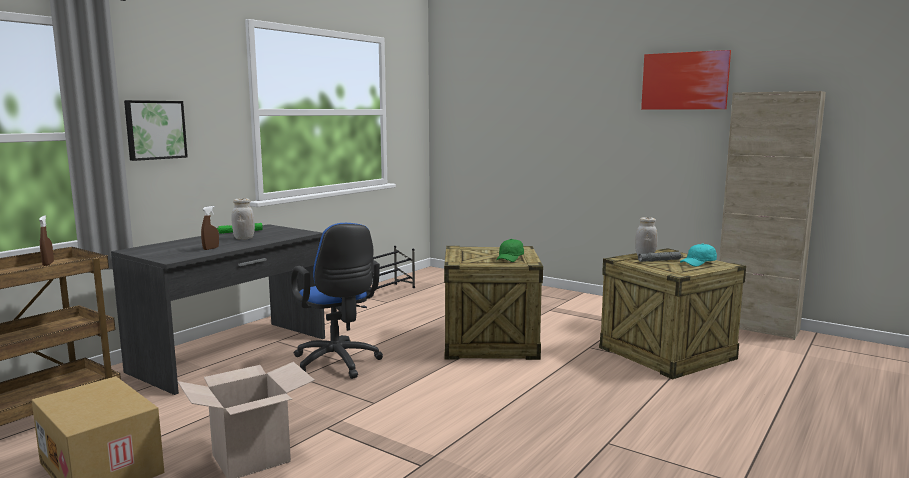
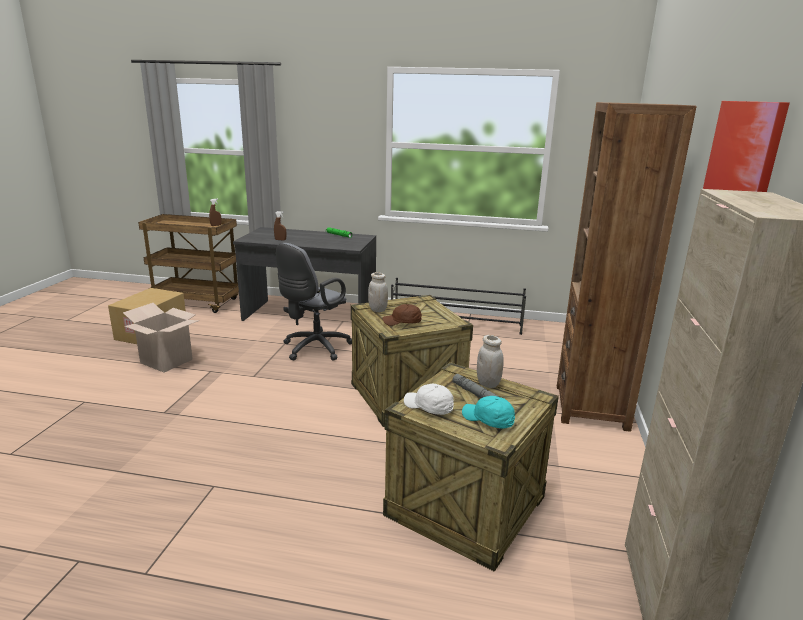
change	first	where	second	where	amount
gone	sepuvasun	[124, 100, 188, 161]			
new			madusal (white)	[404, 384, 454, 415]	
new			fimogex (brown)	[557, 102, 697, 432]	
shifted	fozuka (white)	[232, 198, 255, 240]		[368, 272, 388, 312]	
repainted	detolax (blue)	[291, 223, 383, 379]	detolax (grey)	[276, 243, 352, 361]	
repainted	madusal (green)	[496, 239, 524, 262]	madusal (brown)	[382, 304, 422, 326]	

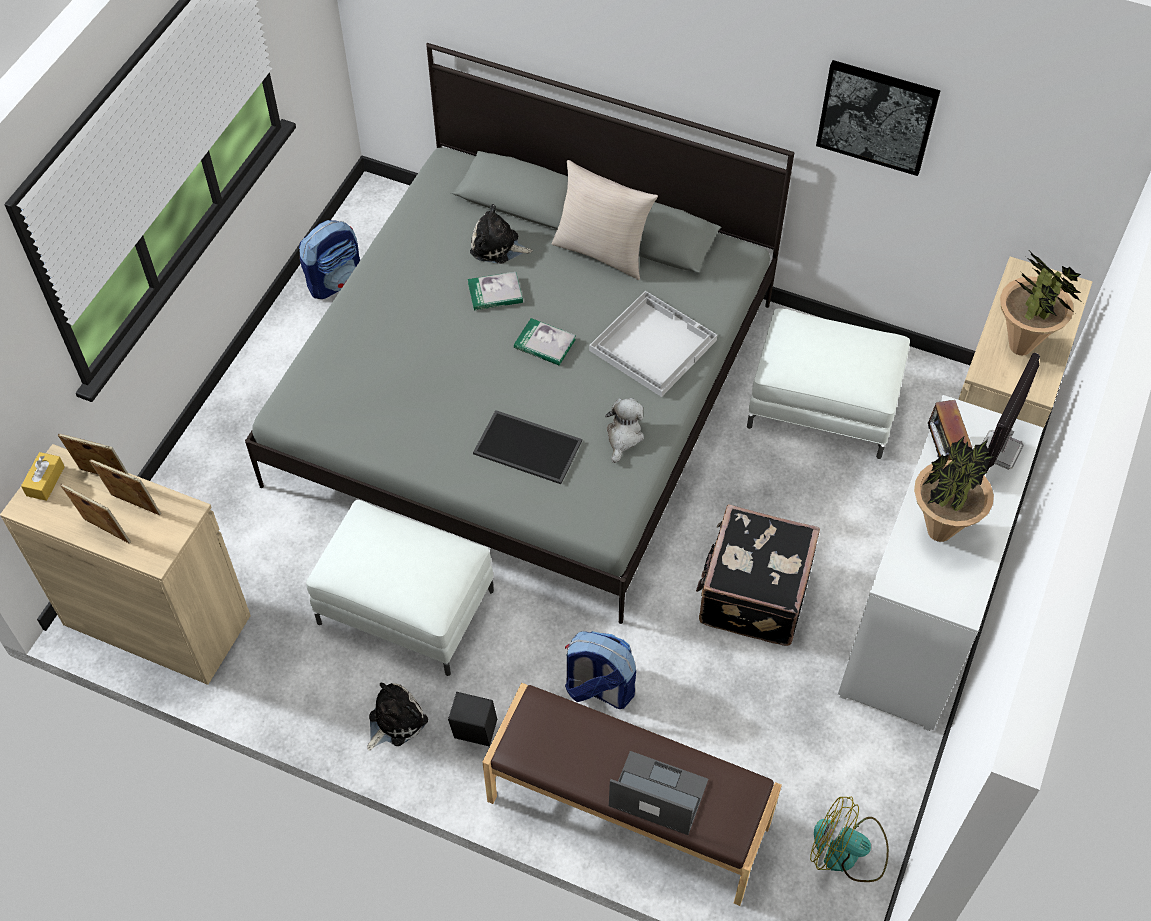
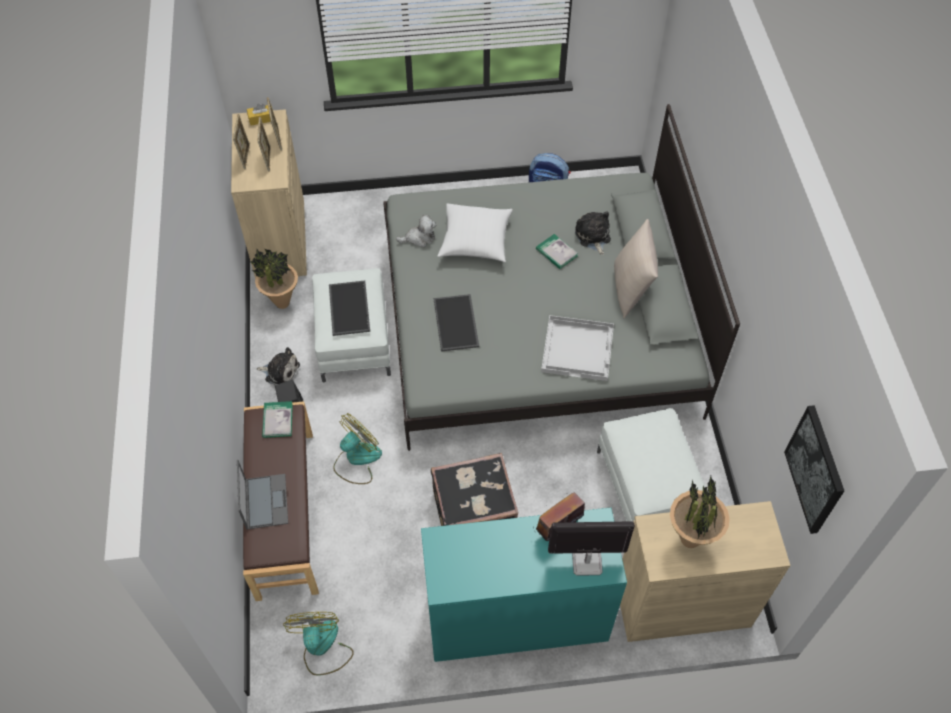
change	first	where	second	where	amount
new			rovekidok	[329, 281, 370, 336]	
new			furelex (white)	[438, 203, 513, 263]	
shifted	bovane	[514, 318, 576, 366]		[262, 401, 293, 438]	
shifted	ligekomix	[605, 398, 644, 463]		[396, 215, 436, 248]	
shifted	sepuvasun	[816, 60, 940, 176]		[784, 405, 844, 534]	
shifted	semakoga	[914, 436, 994, 542]		[250, 248, 298, 309]	
swapped	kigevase	[565, 631, 636, 709]	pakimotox	[333, 413, 382, 484]	
repainted	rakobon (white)	[838, 395, 1043, 731]	rakobon (turquoise)	[421, 508, 627, 662]	

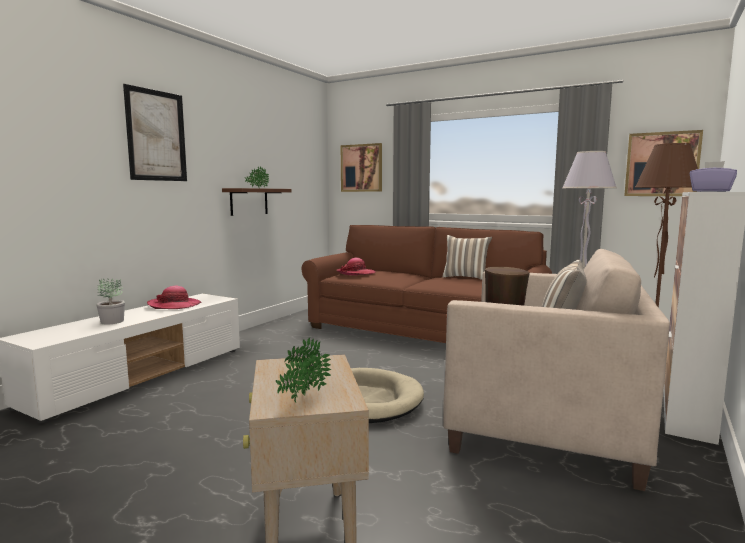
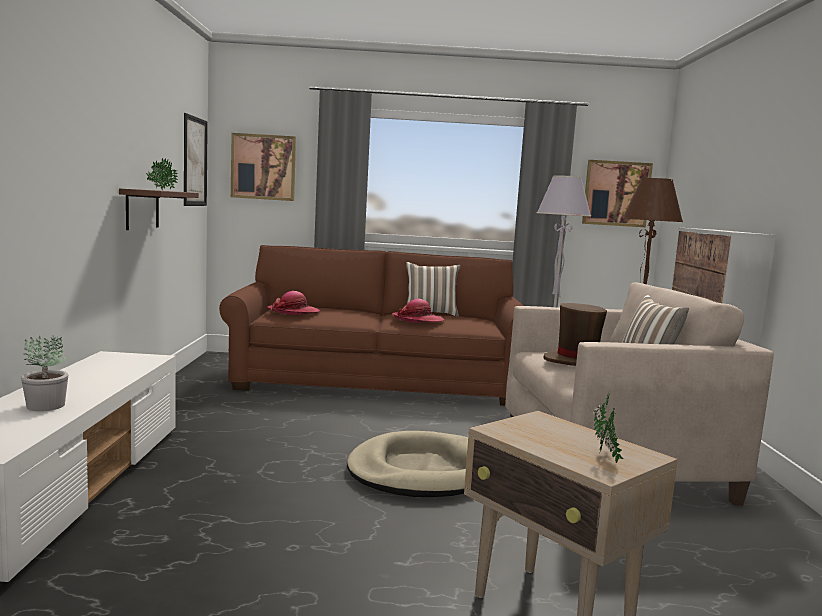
change	first	where	second	where	amount
gone	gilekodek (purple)	[690, 161, 737, 192]			
shifted	sepuvasun	[123, 84, 187, 181]		[184, 113, 208, 206]	
shifted	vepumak	[147, 286, 201, 309]		[392, 299, 444, 323]	

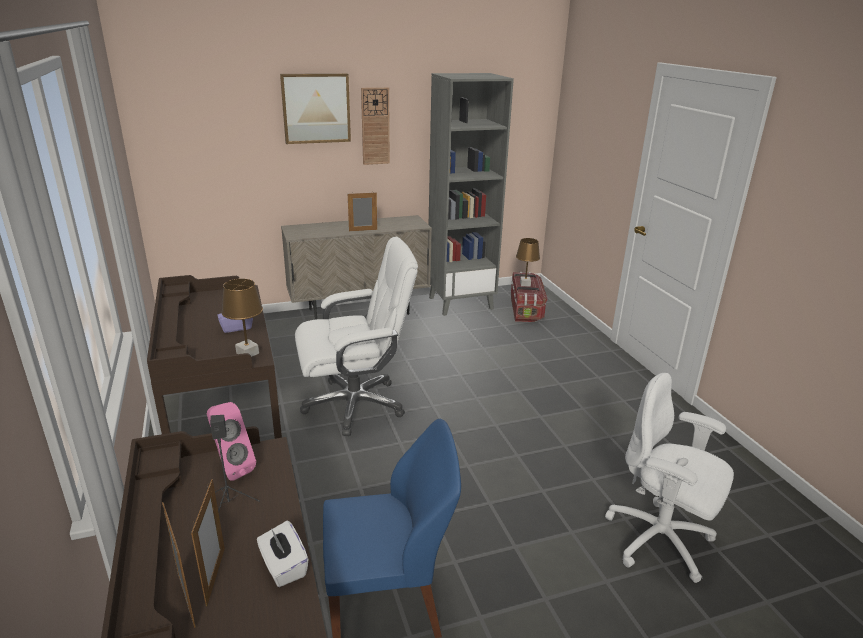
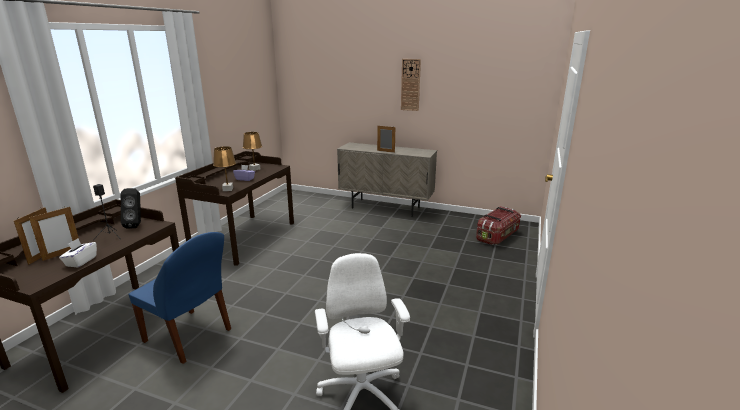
change	first	where	second	where	amount
gone	sepuvasun	[280, 73, 351, 144]			
gone	detolax (white)	[295, 237, 418, 436]			
gone	fimogex (grey)	[429, 73, 514, 316]			
shifted	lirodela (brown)	[516, 238, 540, 287]		[243, 132, 262, 171]	
repainted	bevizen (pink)	[207, 402, 256, 481]	bevizen (black)	[121, 188, 141, 228]	

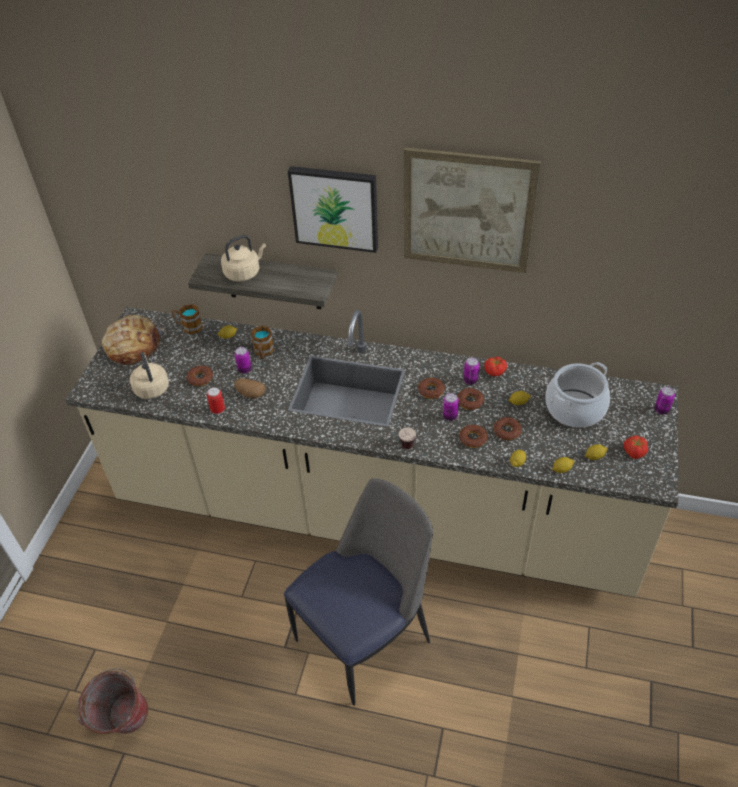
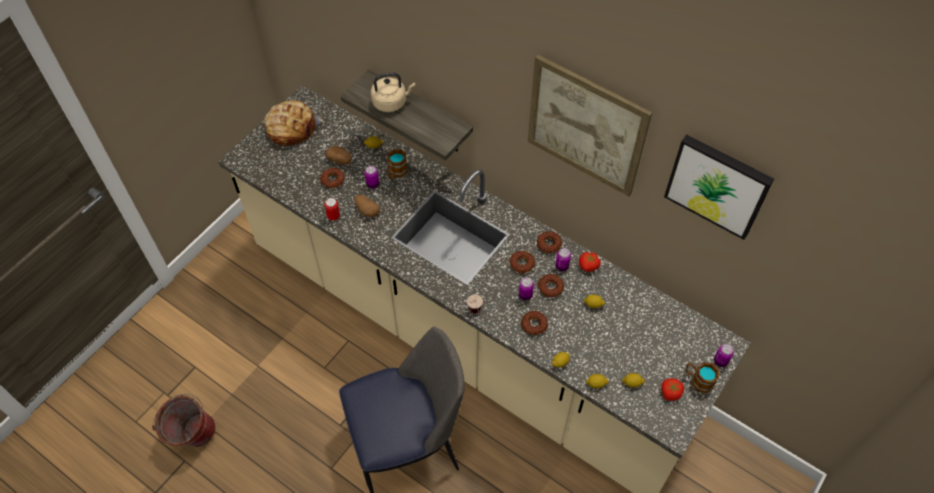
change	first	where	second	where	amount
gone	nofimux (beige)	[130, 352, 169, 399]			
gone	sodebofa	[545, 362, 610, 428]			
new			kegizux	[326, 146, 352, 165]	
shifted	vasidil	[172, 304, 203, 334]		[685, 362, 719, 393]	
shifted	sepuvasun	[288, 166, 378, 253]		[664, 134, 774, 240]	
shifted	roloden	[493, 417, 522, 440]		[537, 231, 562, 253]	

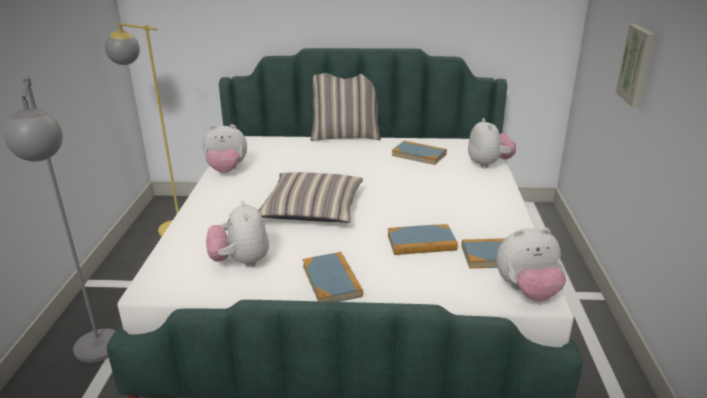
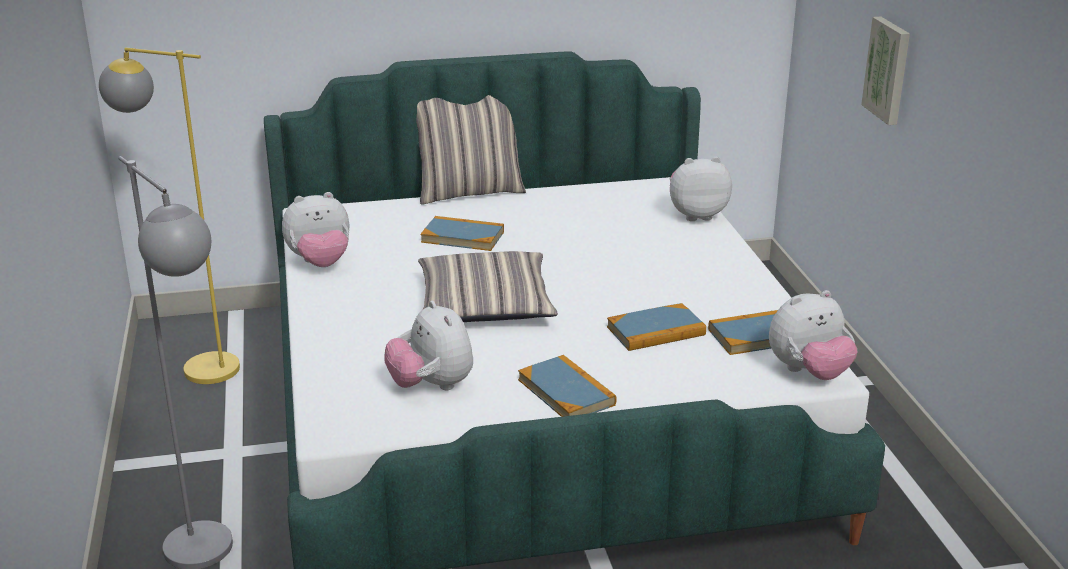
change	first	where	second	where	amount
shifted	bovane	[392, 141, 447, 165]		[421, 216, 504, 251]	
rotated	ligekomix	[468, 118, 516, 168]		[670, 157, 732, 221]	75 degrees counterclockwise

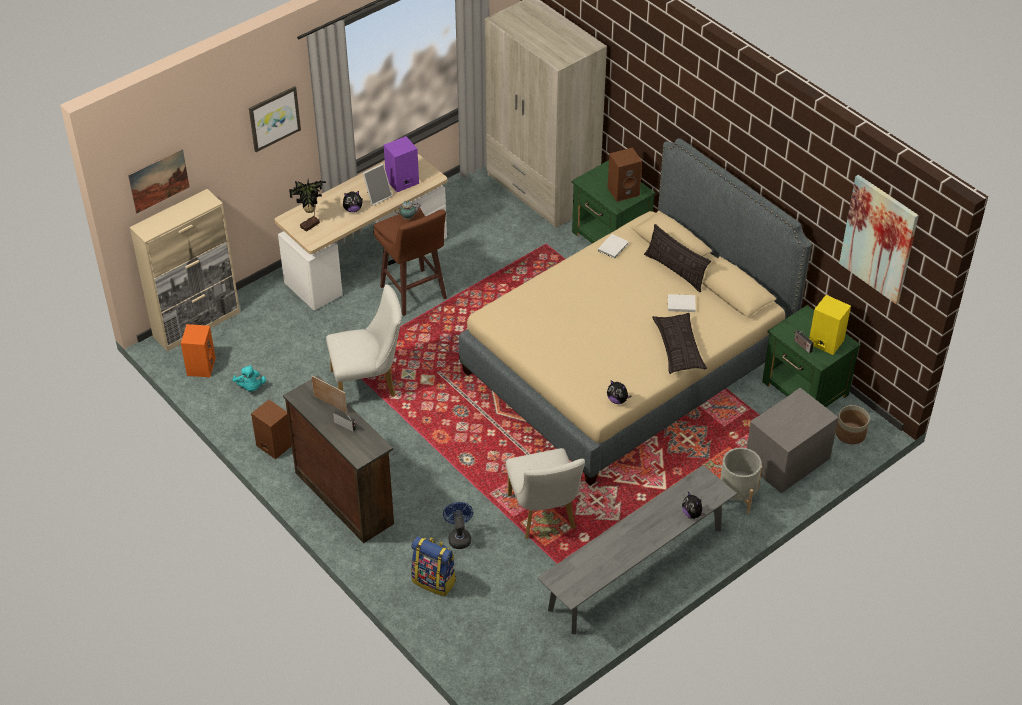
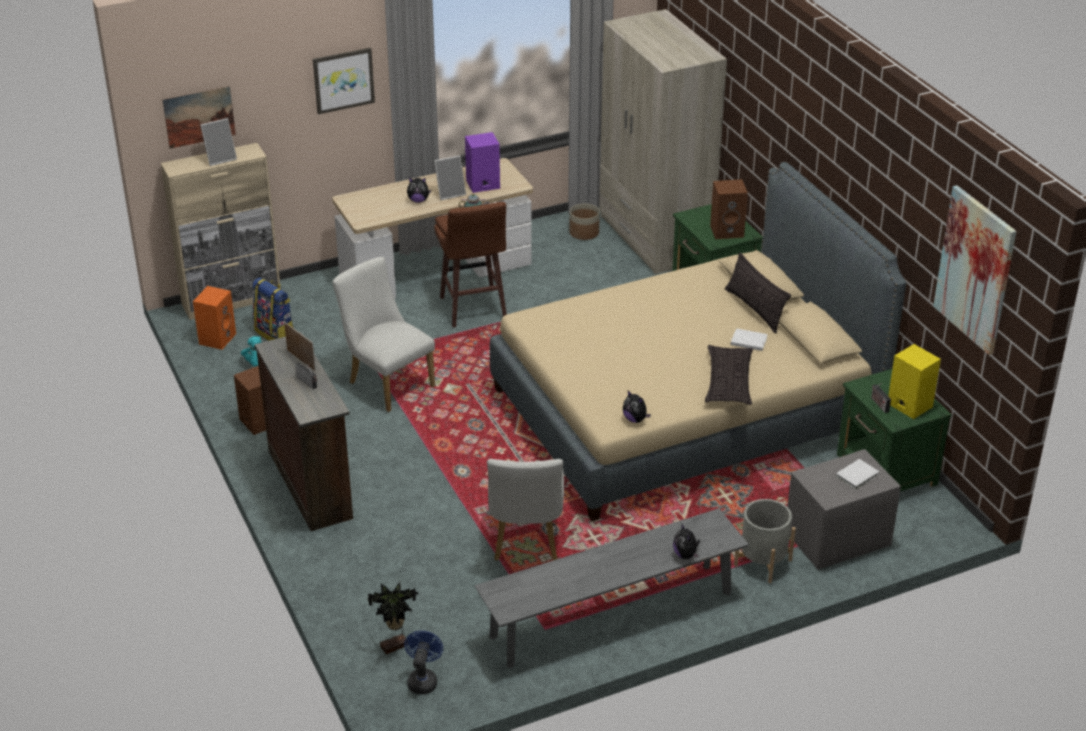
change	first	where	second	where	amount
new			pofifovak	[200, 118, 237, 166]	
shifted	semakoga	[289, 179, 326, 232]		[368, 582, 418, 655]	
shifted	kigevase	[411, 536, 456, 596]		[252, 277, 294, 341]	
shifted	pakimotox (blue)	[443, 502, 473, 549]		[404, 631, 443, 694]	
shifted	bovane (white)	[598, 234, 629, 259]		[836, 459, 880, 489]	
shifted	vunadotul	[836, 405, 870, 444]		[569, 203, 600, 240]	
rotated	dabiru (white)	[326, 284, 402, 397]		[333, 257, 435, 412]	135 degrees counterclockwise

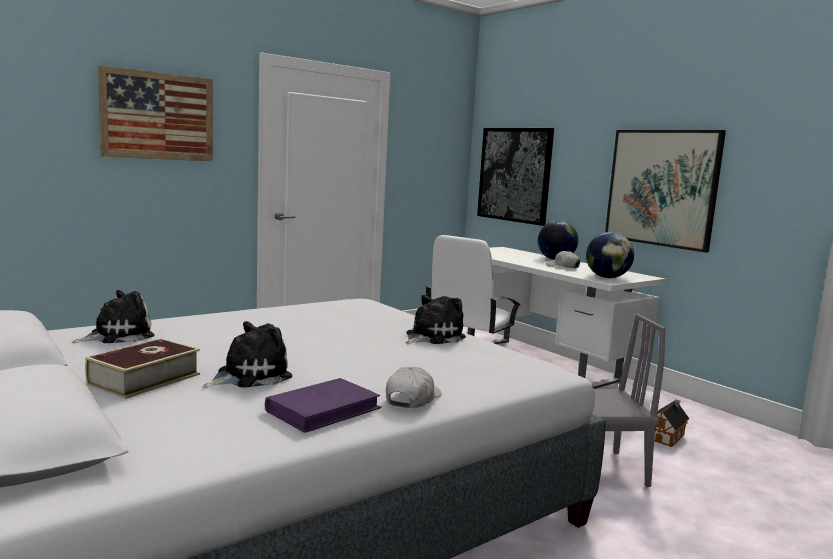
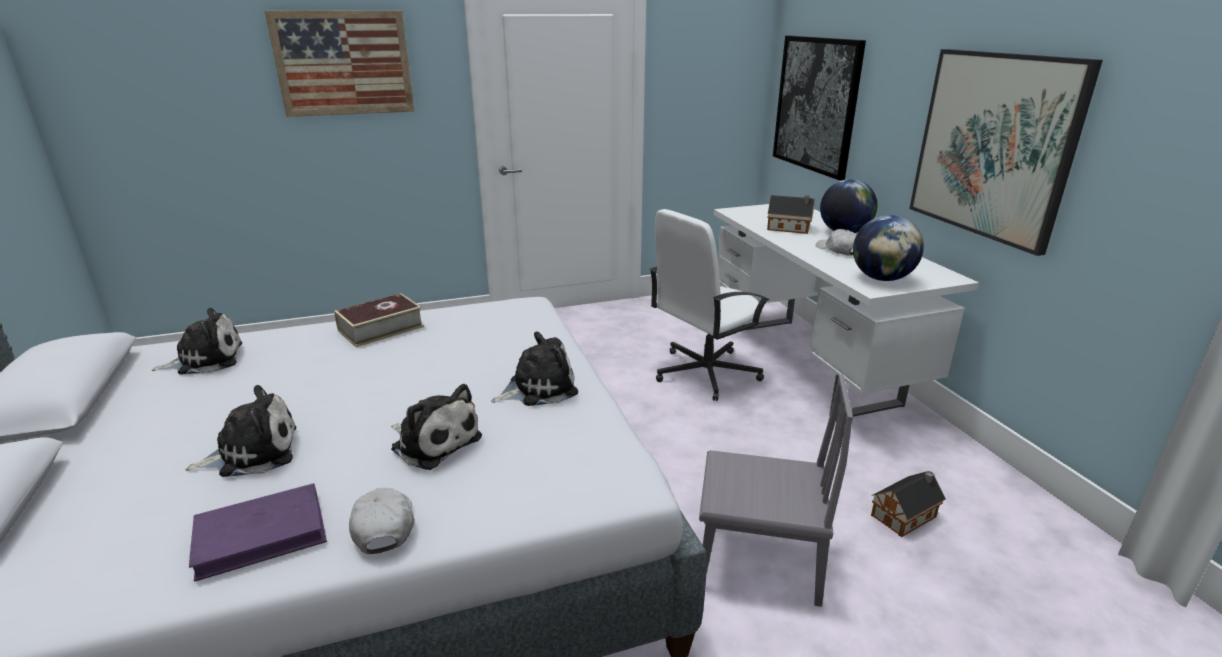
change	first	where	second	where	amount
new			ligekomix	[391, 384, 482, 470]	
new			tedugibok	[767, 195, 815, 234]	
shifted	bovane	[85, 339, 200, 399]		[334, 293, 424, 347]	
rotated	madusal (white)	[386, 367, 442, 408]		[349, 488, 415, 554]	60 degrees counterclockwise

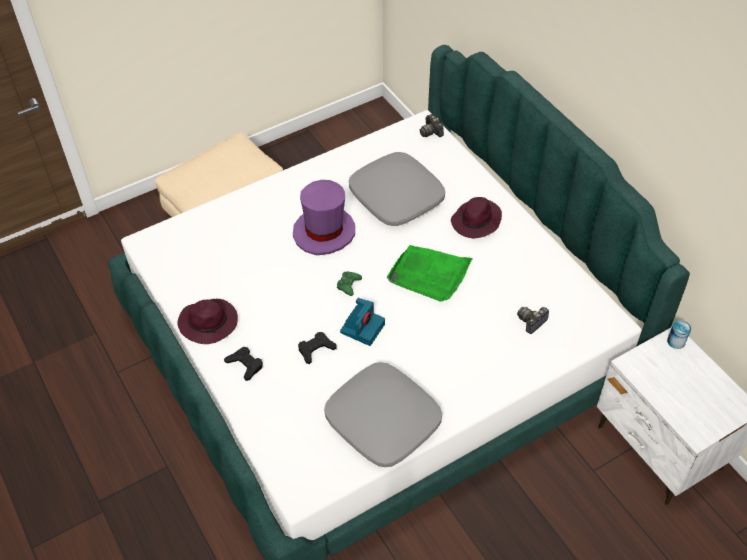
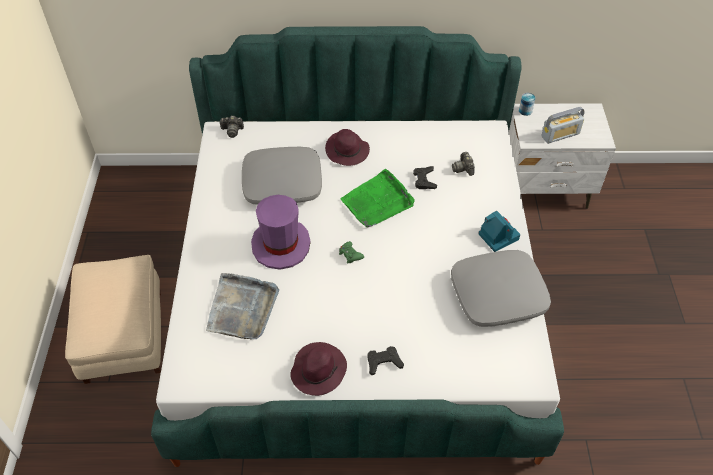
change	first	where	second	where	amount
new			rovekidok (grey)	[206, 273, 279, 339]	
new			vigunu	[541, 107, 585, 144]	
shifted	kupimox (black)	[298, 332, 337, 364]		[413, 166, 437, 189]	
shifted	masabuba	[340, 298, 385, 346]		[478, 211, 520, 252]	

